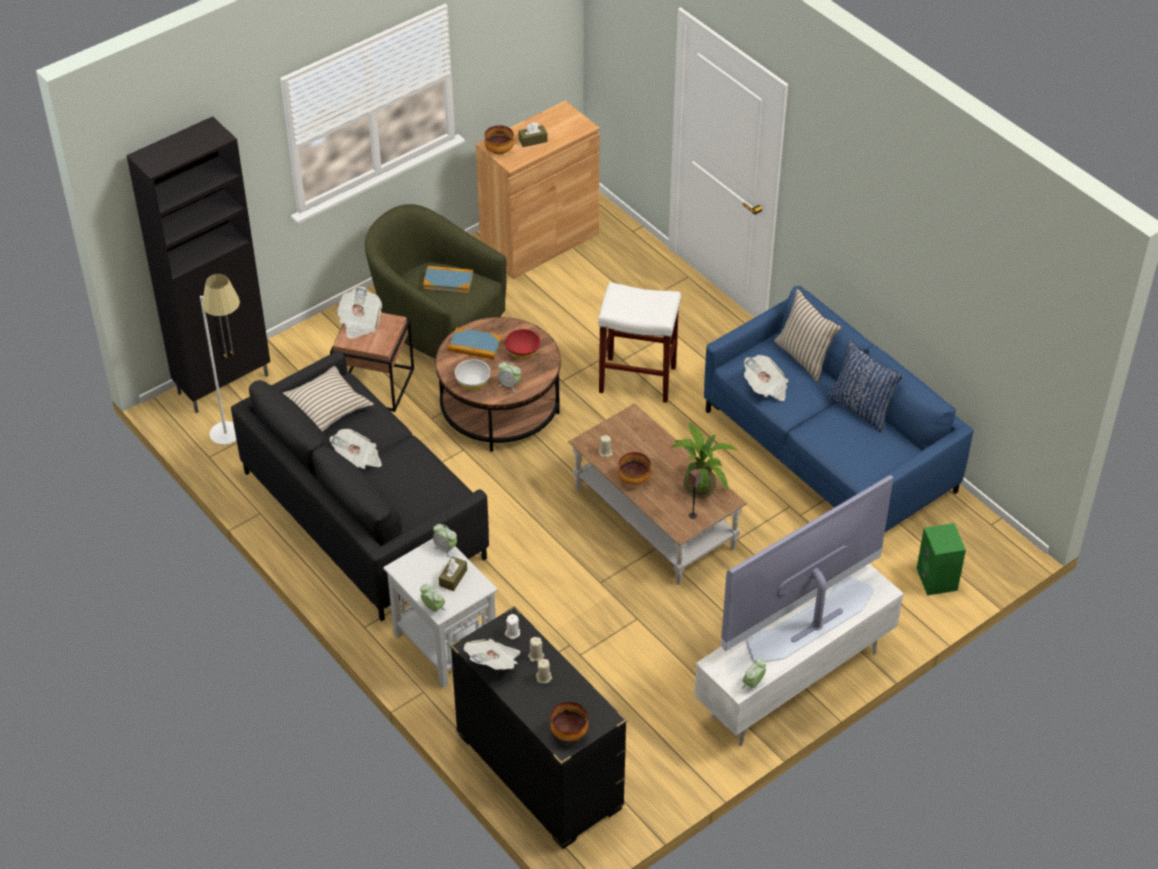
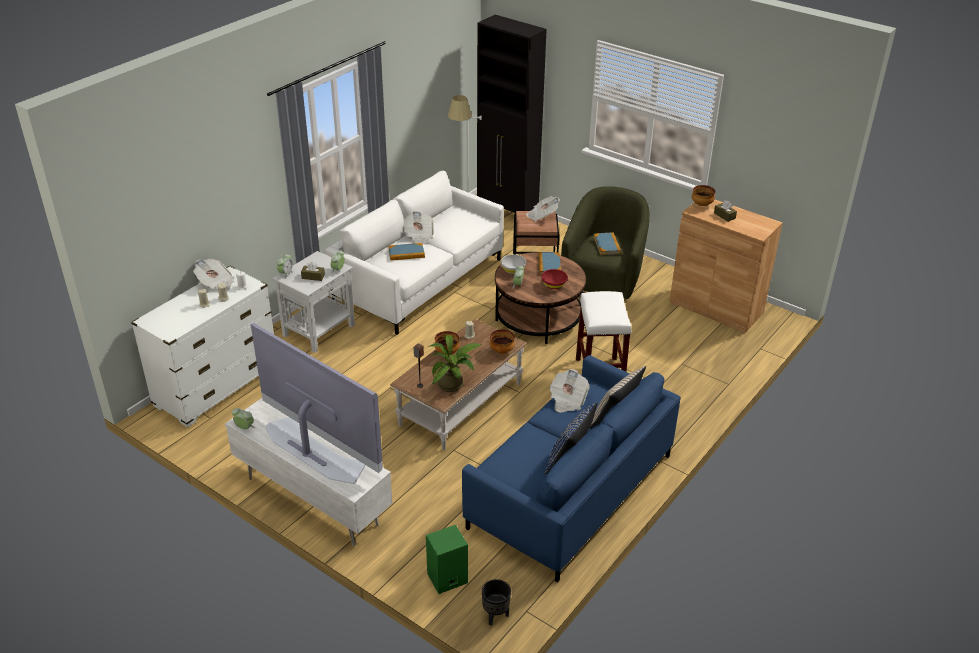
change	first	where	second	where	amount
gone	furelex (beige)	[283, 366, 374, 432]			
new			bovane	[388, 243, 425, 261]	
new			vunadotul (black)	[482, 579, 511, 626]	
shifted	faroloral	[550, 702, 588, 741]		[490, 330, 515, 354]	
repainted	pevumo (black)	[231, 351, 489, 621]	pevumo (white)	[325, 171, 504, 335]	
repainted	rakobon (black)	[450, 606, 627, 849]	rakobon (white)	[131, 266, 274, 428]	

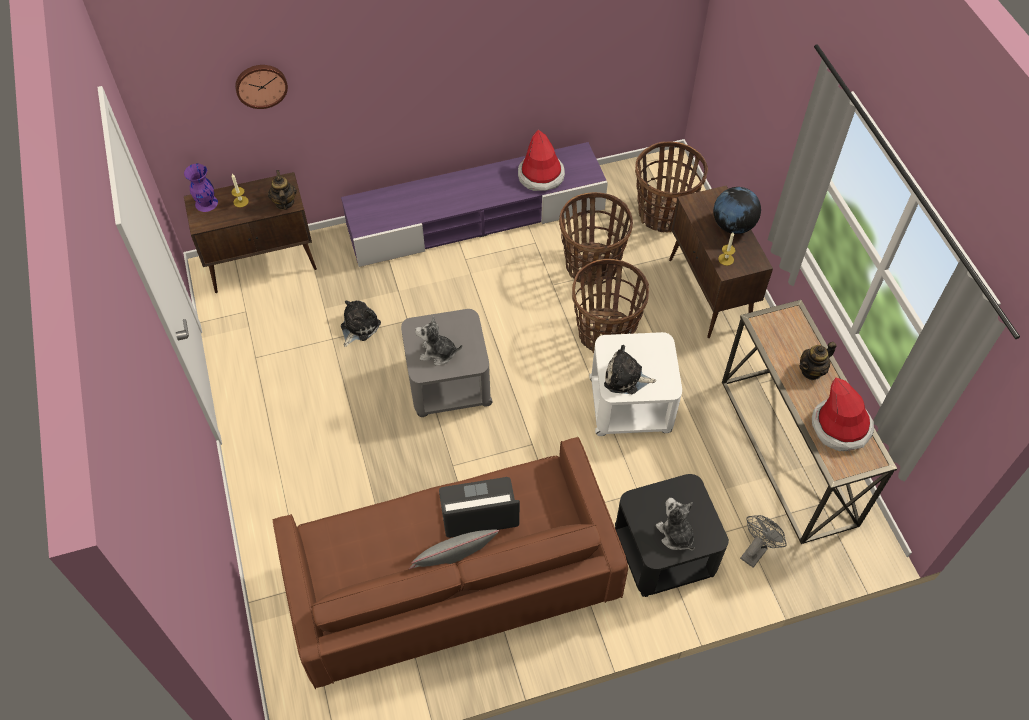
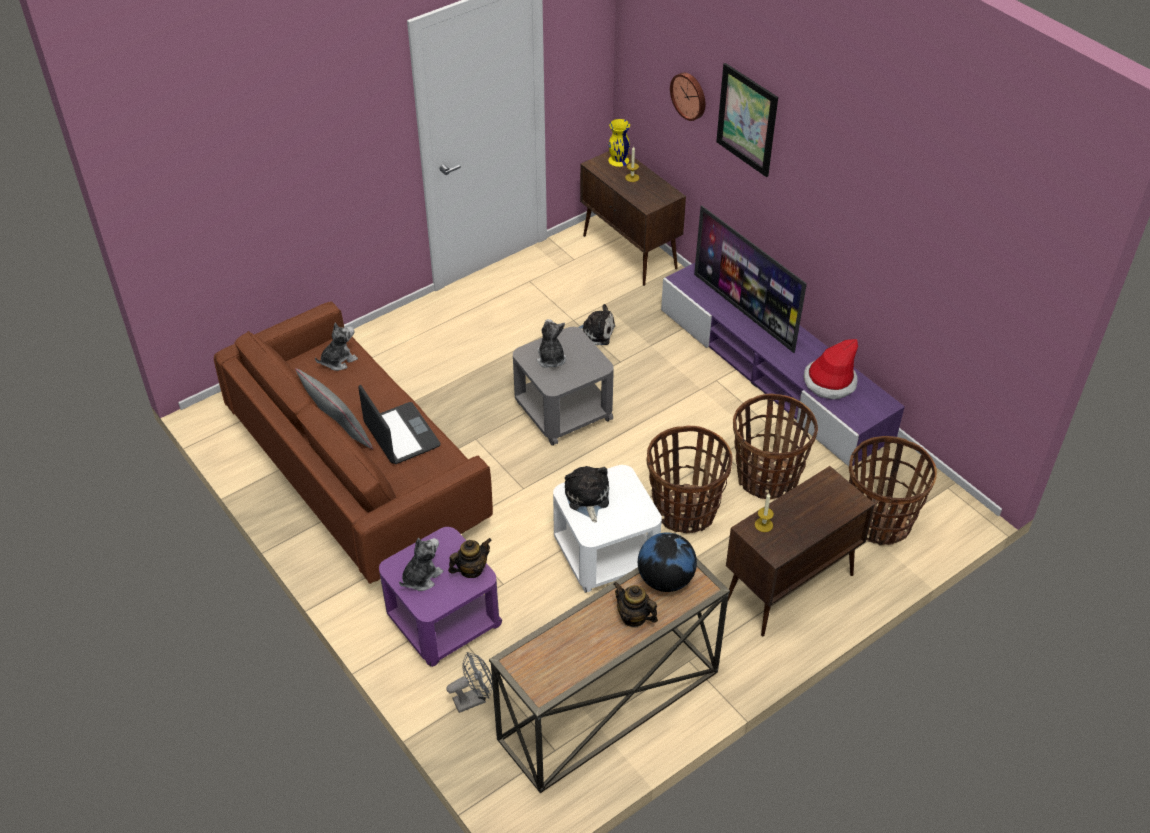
change	first	where	second	where	amount
gone	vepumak	[812, 378, 874, 451]			
new			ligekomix	[315, 322, 358, 371]	
new			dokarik	[694, 205, 807, 353]	
new			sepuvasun	[716, 63, 778, 177]	
shifted	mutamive	[268, 170, 297, 210]		[448, 538, 492, 578]	
shifted	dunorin	[713, 187, 761, 234]		[638, 532, 697, 592]	
repainted	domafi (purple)	[184, 164, 218, 212]	domafi (yellow)	[608, 119, 630, 167]	
repainted	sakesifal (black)	[615, 474, 729, 597]	sakesifal (purple)	[379, 527, 502, 667]	
rotated	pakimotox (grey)	[740, 515, 787, 568]		[446, 652, 493, 713]	45 degrees counterclockwise

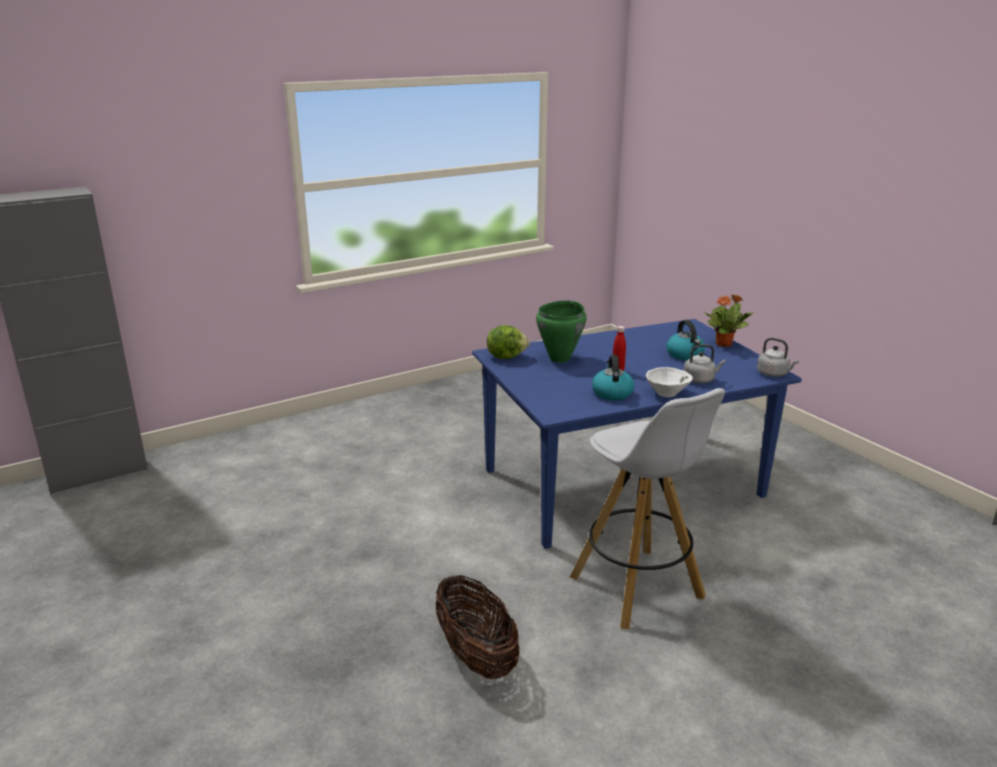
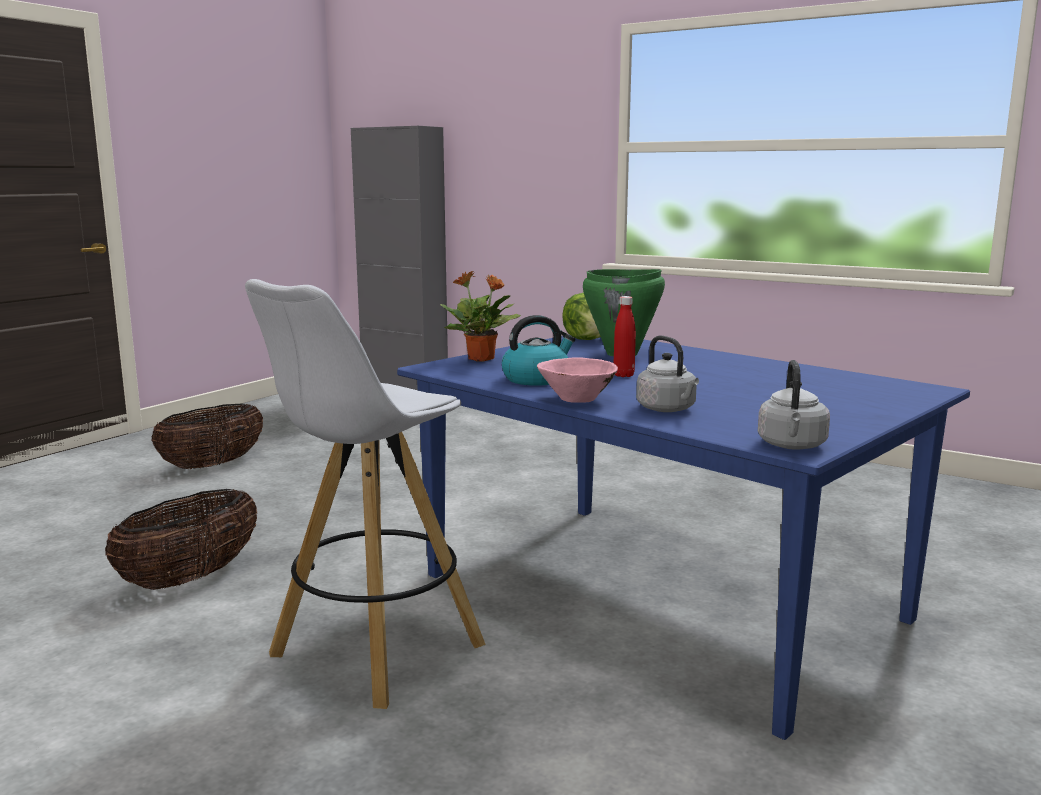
change	first	where	second	where	amount
gone	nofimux	[666, 320, 705, 360]			
new			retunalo	[152, 404, 263, 469]	
shifted	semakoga	[704, 294, 753, 347]		[440, 271, 521, 362]	
repainted	faroloral (white)	[646, 367, 693, 397]	faroloral (pink)	[537, 357, 618, 403]	

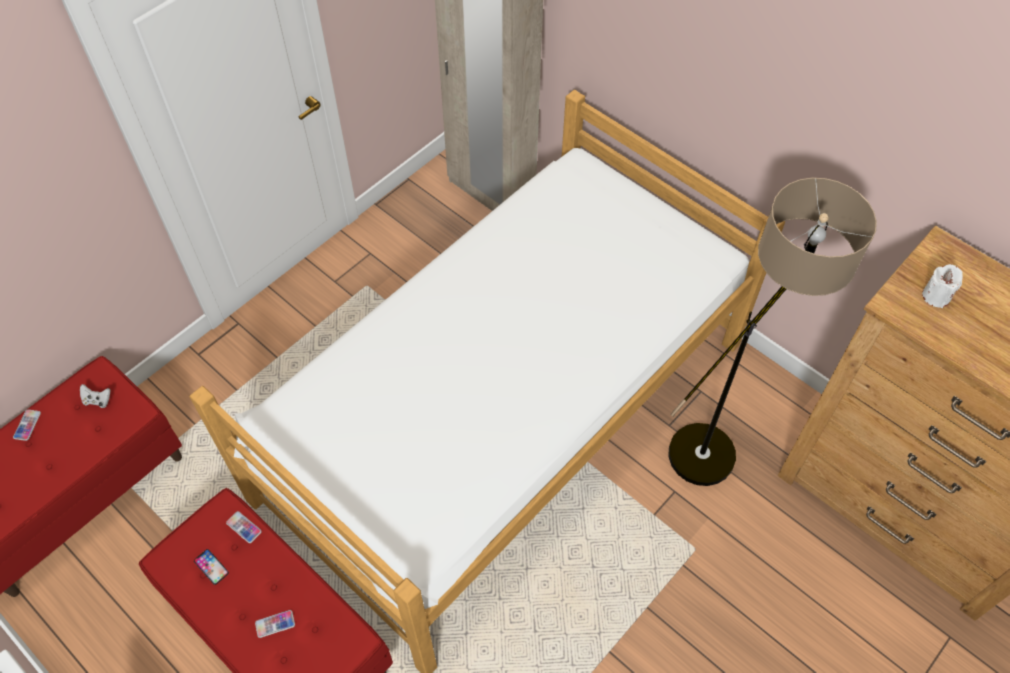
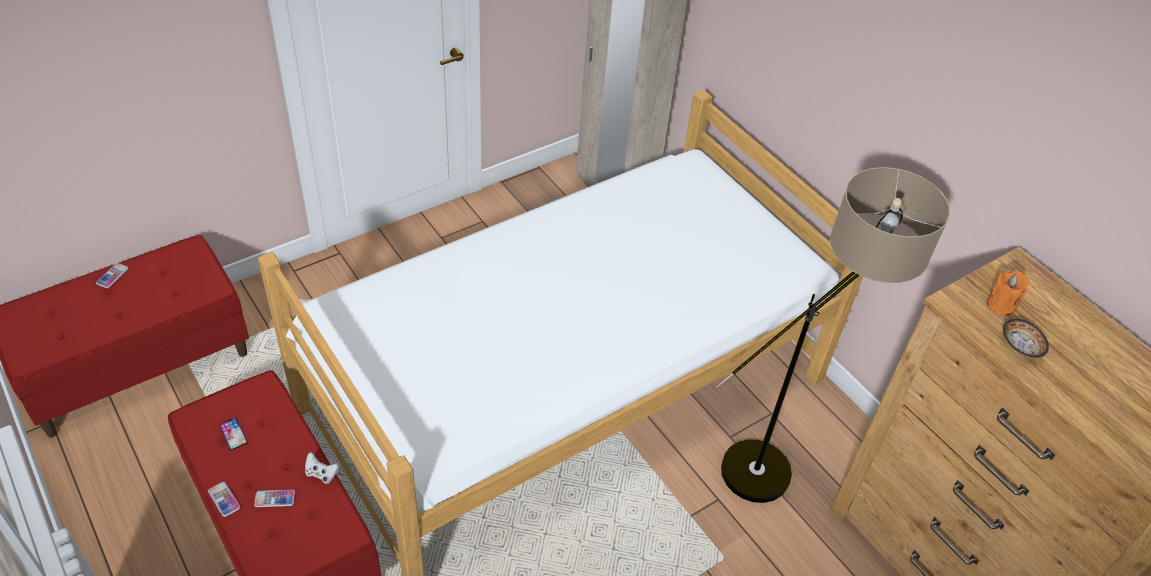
change	first	where	second	where	amount
new			faroloral	[1003, 319, 1049, 358]	
shifted	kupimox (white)	[80, 384, 110, 408]		[305, 452, 339, 484]	
shifted	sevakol	[226, 511, 262, 543]		[208, 482, 240, 517]	
repainted	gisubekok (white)	[922, 264, 963, 308]	gisubekok (orange)	[987, 271, 1029, 316]	

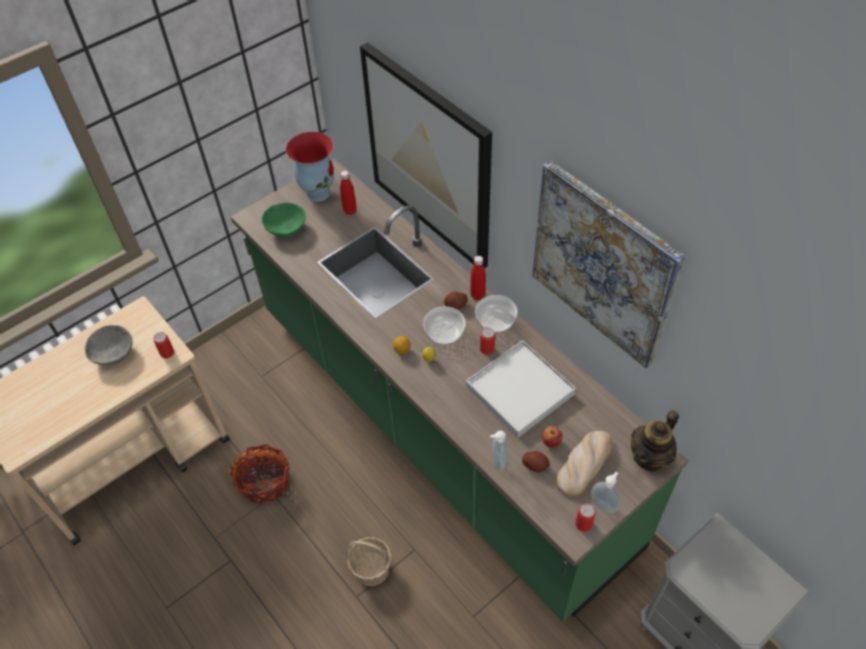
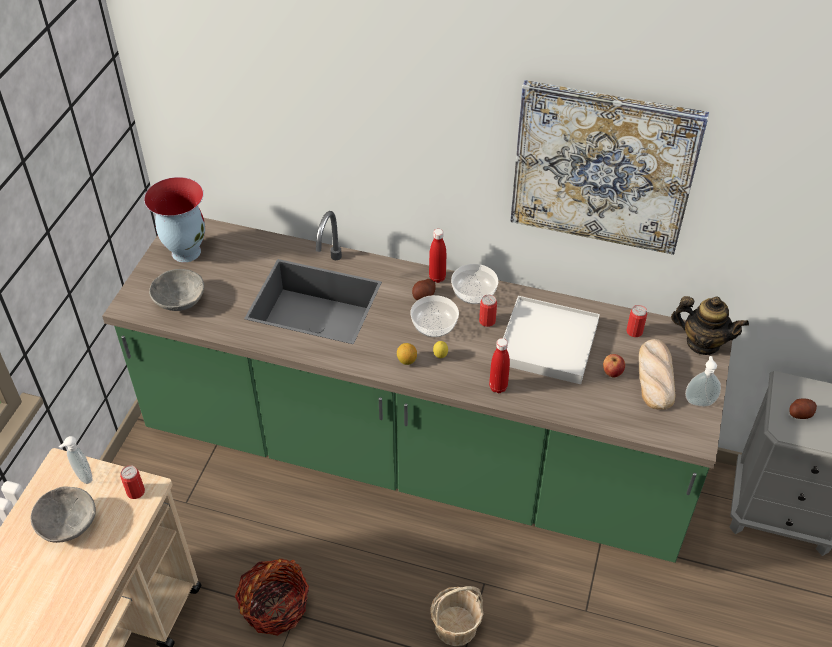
change	first	where	second	where	amount
gone	sepuvasun	[360, 42, 492, 268]			
shifted	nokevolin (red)	[340, 171, 357, 215]		[489, 338, 510, 393]	
shifted	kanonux	[490, 431, 507, 471]		[59, 436, 93, 484]	
shifted	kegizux	[522, 451, 550, 473]		[789, 398, 817, 419]	
shifted	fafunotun	[575, 503, 596, 532]		[626, 305, 647, 337]	
repainted	faroloral (green)	[262, 202, 306, 237]	faroloral (grey)	[149, 269, 204, 311]	
rotated	mutamive	[631, 410, 679, 472]		[671, 296, 749, 355]	75 degrees counterclockwise

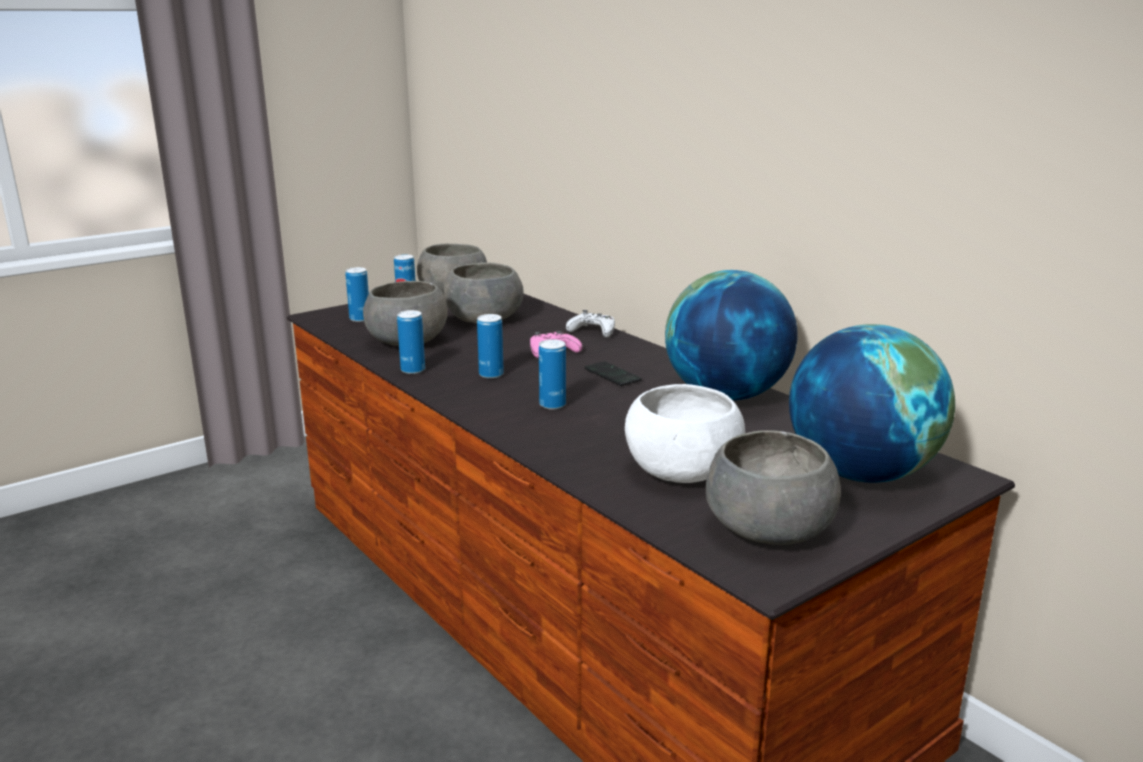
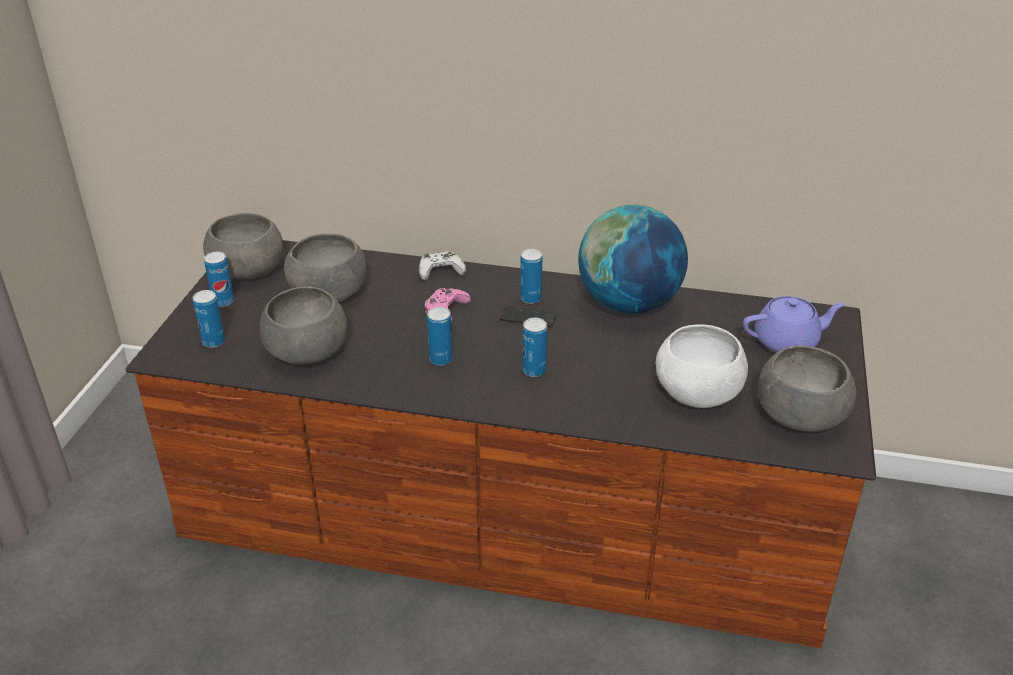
change	first	where	second	where	amount
shifted	fafunotun	[397, 310, 425, 374]		[520, 249, 542, 304]	
swapped	dunorin	[789, 324, 955, 483]	mutamive (purple)	[743, 296, 845, 353]	

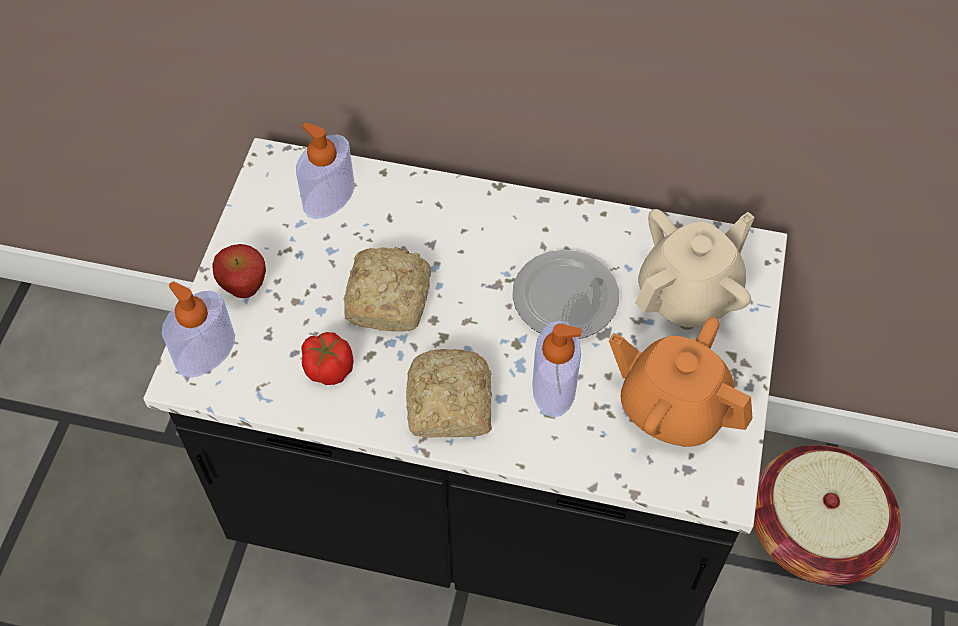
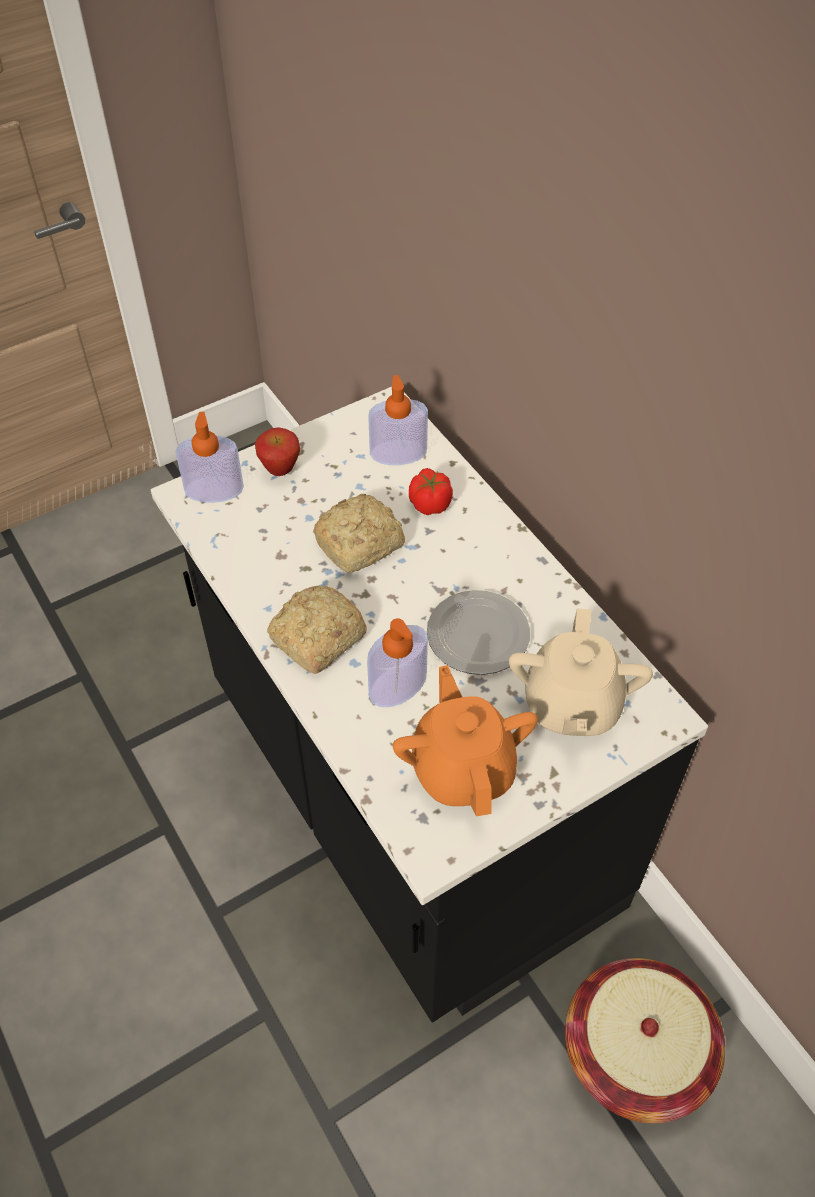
change	first	where	second	where	amount
shifted	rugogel	[301, 332, 353, 385]		[409, 468, 453, 515]	
rotated	mutamive (beige)	[635, 209, 755, 330]		[509, 608, 653, 736]	90 degrees clockwise

